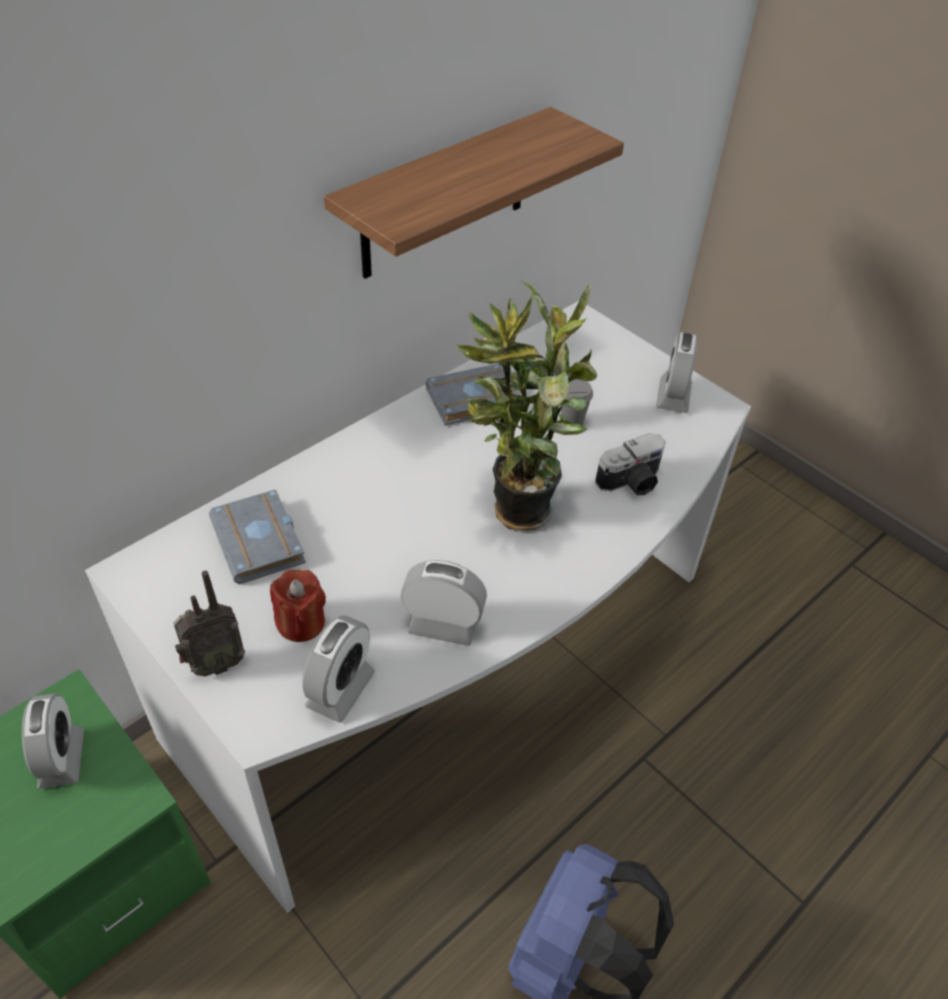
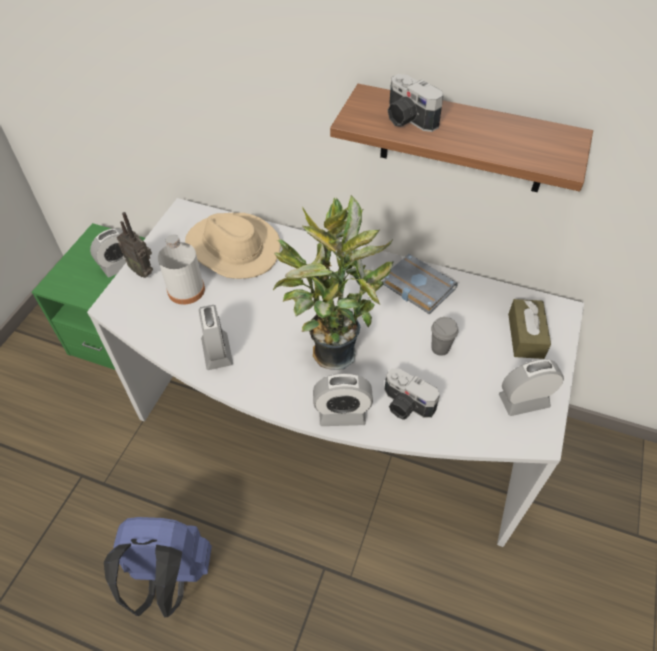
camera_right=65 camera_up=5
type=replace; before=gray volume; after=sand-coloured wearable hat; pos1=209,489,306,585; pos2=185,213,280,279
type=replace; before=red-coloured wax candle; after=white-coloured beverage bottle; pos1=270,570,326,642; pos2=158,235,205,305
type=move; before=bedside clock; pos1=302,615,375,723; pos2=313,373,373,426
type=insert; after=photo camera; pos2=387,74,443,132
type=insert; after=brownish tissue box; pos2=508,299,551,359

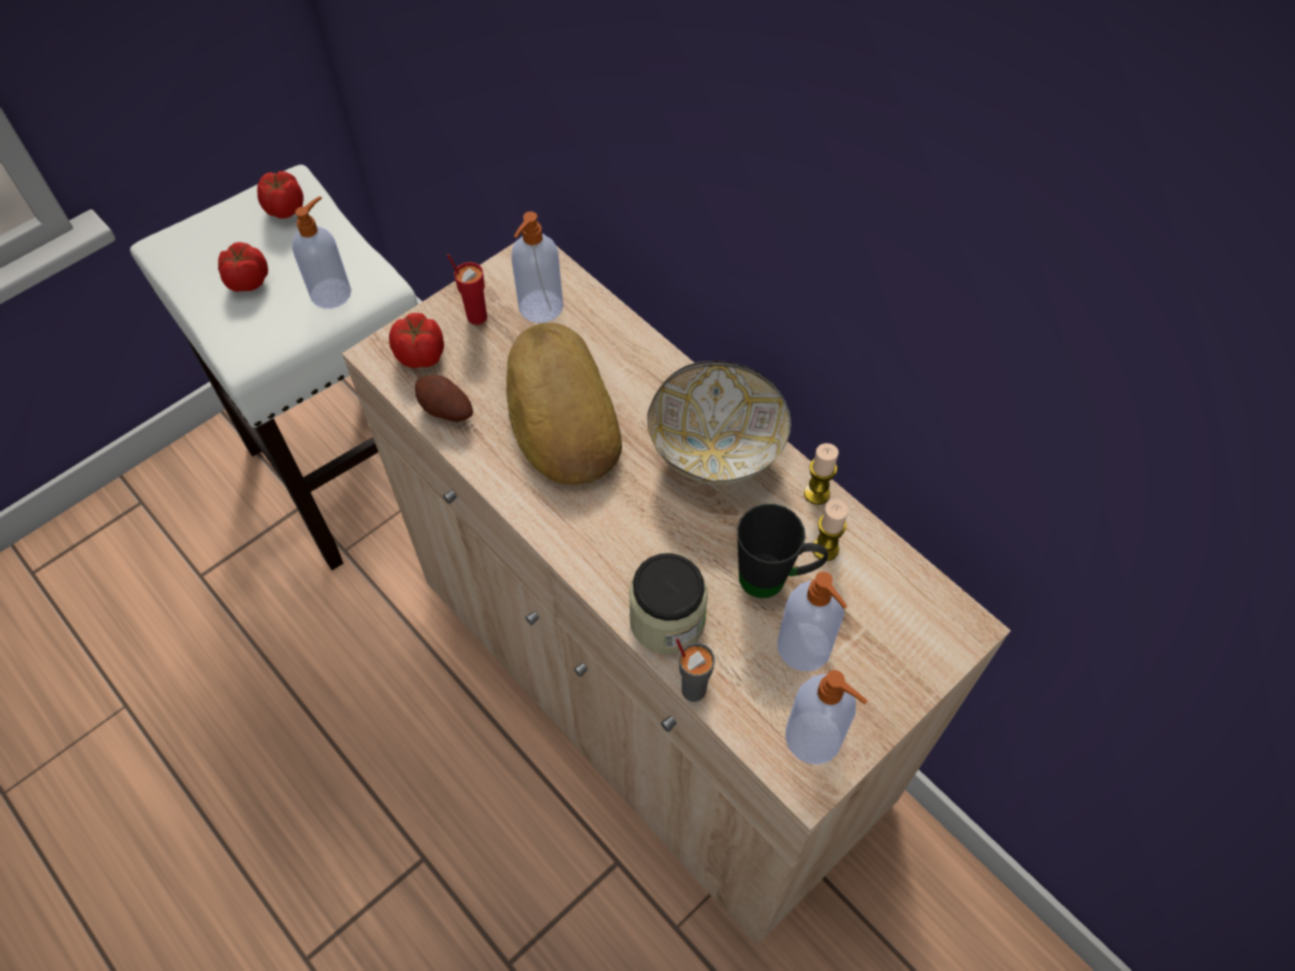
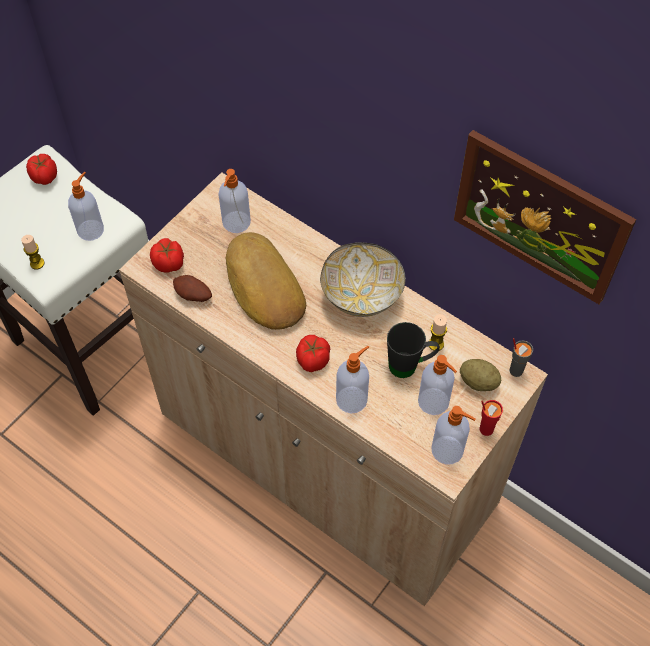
camera_right=-10 camera_up=0
type=move; before=tomato; pos1=218,242,268,292; pos2=296,335,330,372
type=move; before=red-coloured drinking cup; pos1=447,254,487,325; pos2=480,400,503,436
type=move; before=wax candle; pos1=804,443,839,505; pos2=21,235,45,269
type=replace; before=jar; after=soap bottle; pos1=629,553,708,654; pos2=336,346,369,413
type=move; before=gray drinking cup; pos1=676,638,715,702; pos2=509,338,533,377
type=insert; after=wall art; pos2=454,130,637,304
type=insert; after=potato; pos2=460,359,501,391

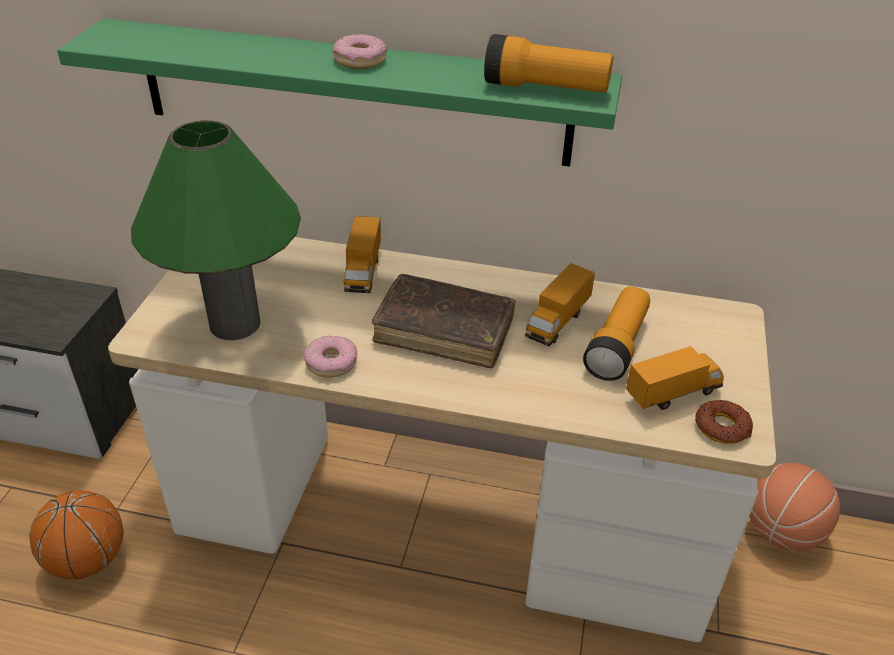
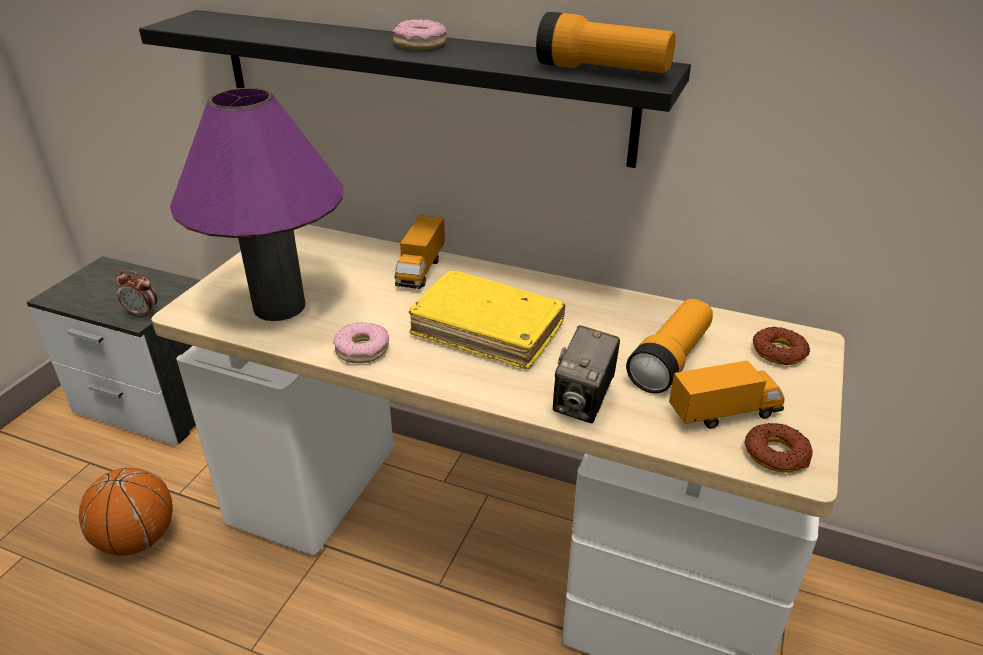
camera_right=10 camera_up=-5
type=recolor; before=greenish wall shelf; after=blackish wall shelf; pos1=57,18,622,167; pos2=139,10,691,168
type=recolor; before=greenish tabletop lamp; after=purplish tabletop lamp; pos1=131,120,301,340; pos2=170,88,344,321
type=delete; before=model truck; pos1=525,263,595,347
type=recolor; before=brownish volume; after=yellow-coloured volume; pos1=372,274,516,368; pos2=409,270,566,369
type=delete; before=ball for basketball; pos1=749,462,840,551
type=insert; after=bedside clock; pos2=116,270,157,317
type=insert; after=photo camera; pos2=553,325,620,423
type=insert; after=donut; pos2=753,326,810,365

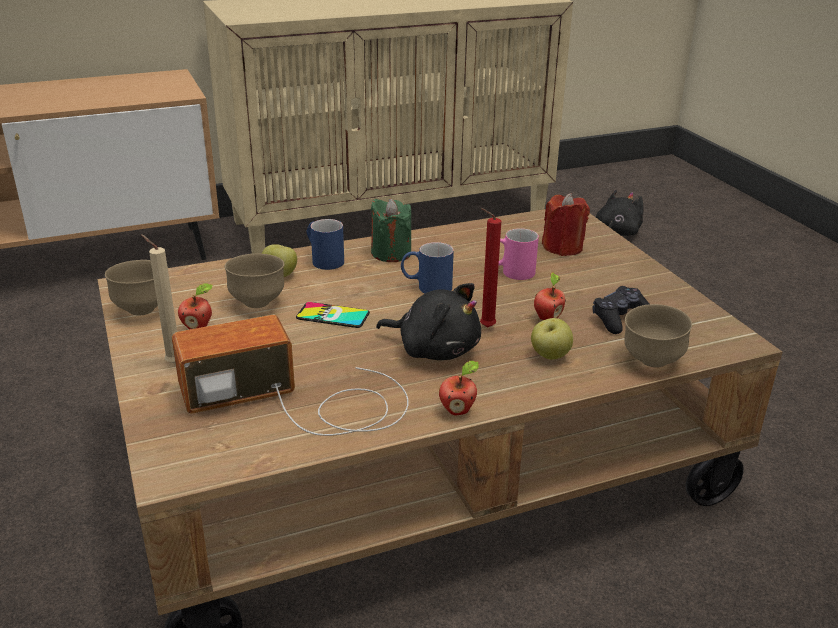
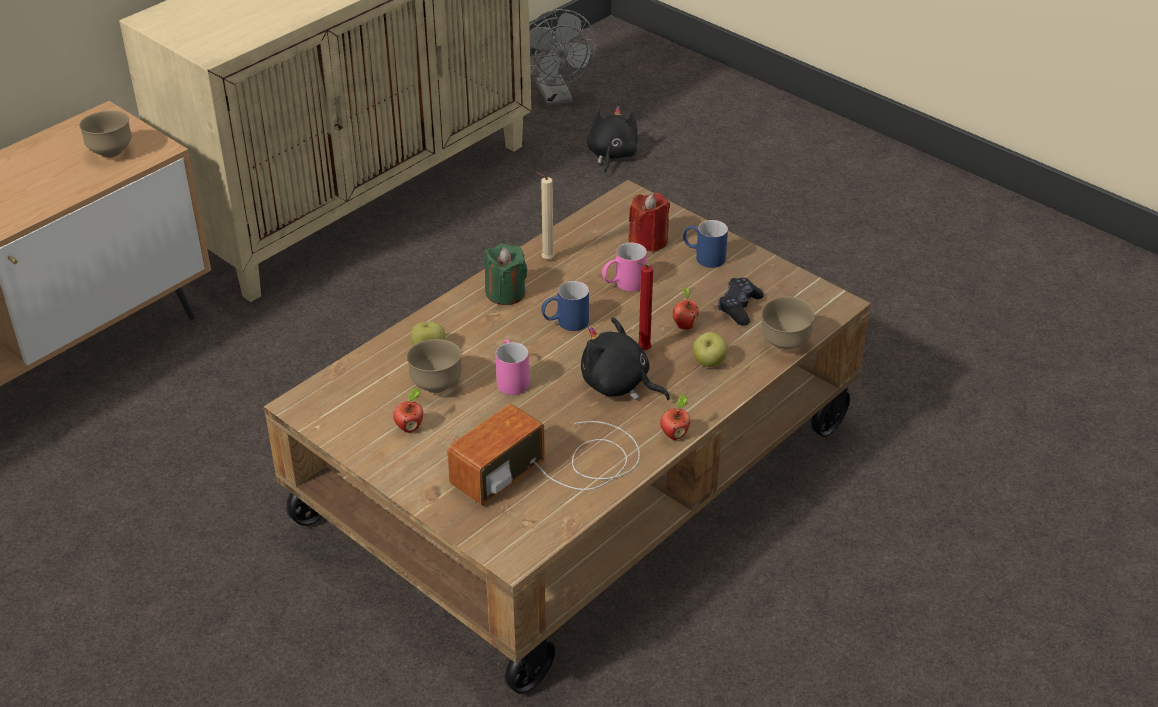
camera_right=-25 camera_up=10
type=move; before=blue coffee mug; pos1=306,219,344,270; pos2=682,220,728,268
type=move; before=sand-coloured wax candle; pos1=141,234,177,364; pos2=535,172,555,260
type=move; before=brownish bowl; pos1=105,260,158,316; pos2=79,111,132,158
type=rotate; before=blackish plush toy; pos1=376,283,481,360; pos2=581,317,670,400; turn=-150
type=replace; before=telephone; after=pinkish coffee mug; pos1=296,302,370,328; pos2=496,340,529,395
type=insert; after=gray fan; pos2=529,9,596,105

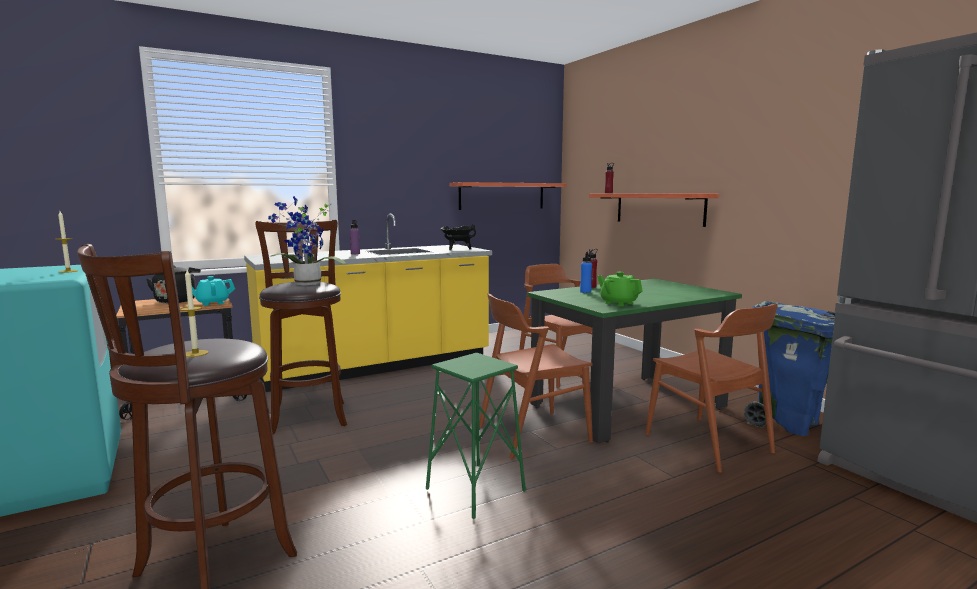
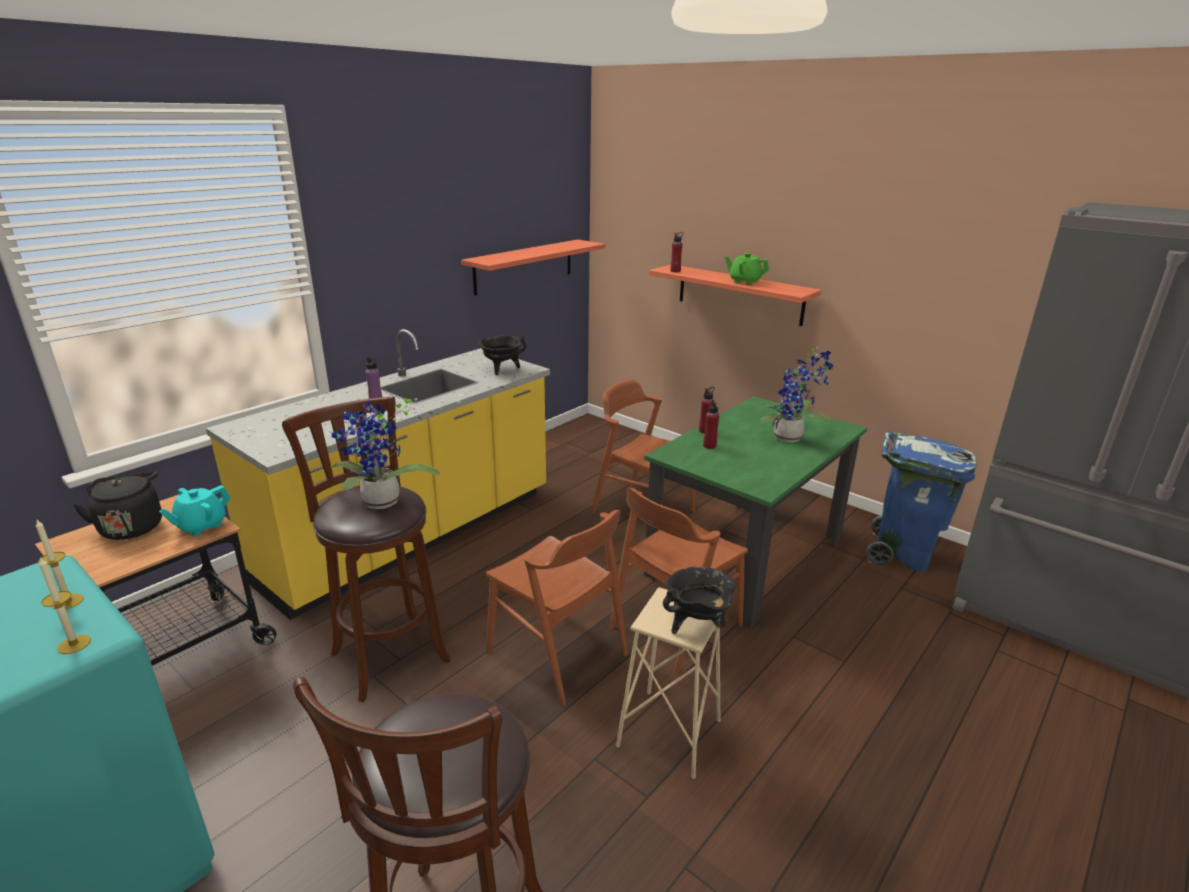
camera_right=-20 camera_up=15
type=recolor; before=blue beverage bottle; after=red-coloured beverage bottle; pos1=580,252,592,293; pos2=703,400,719,449
type=move; before=wax candle; pos1=180,270,208,357; pos2=39,557,91,654
type=move; before=greenish tea pot; pos1=597,272,643,306; pos2=725,253,769,285
type=move; before=brownish upright chair; pos1=645,304,778,472; pos2=486,510,627,706
type=recolor; before=greenish stool seat; after=sand-coloured stool seat; pos1=426,353,526,519; pos2=616,587,720,779
type=insert; after=potted plant; pos2=761,347,833,442
type=insert; after=blackish saucepot; pos2=663,567,736,634

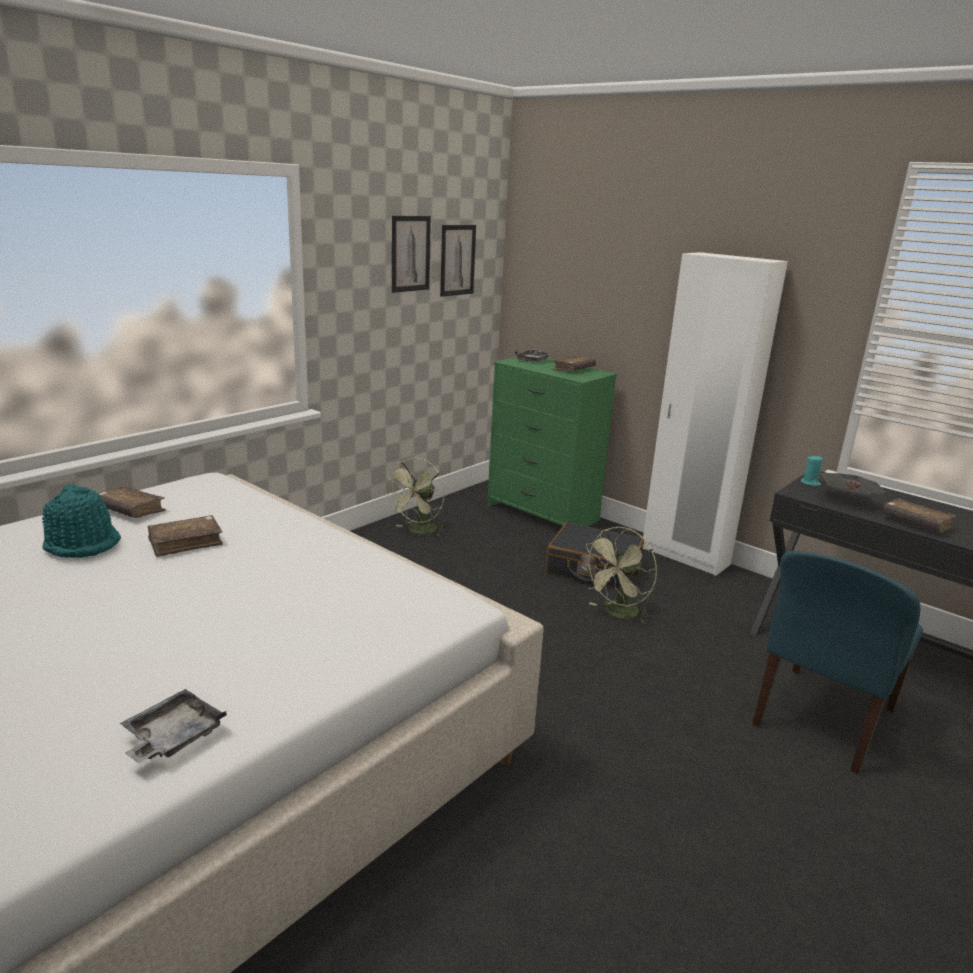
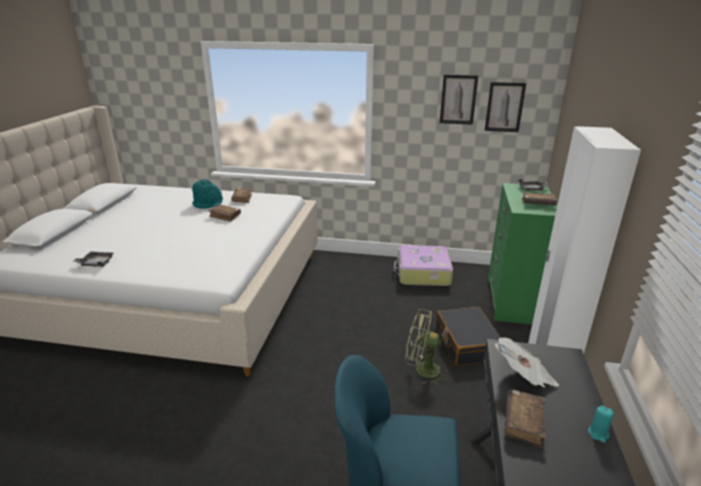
camera_right=60 camera_up=5
type=move; before=turquoise-coloured wax candle; pos1=801,455,823,486; pos2=588,406,614,443
type=replace; before=greenish fan; after=travel case; pos1=387,458,446,537; pos2=393,245,453,286

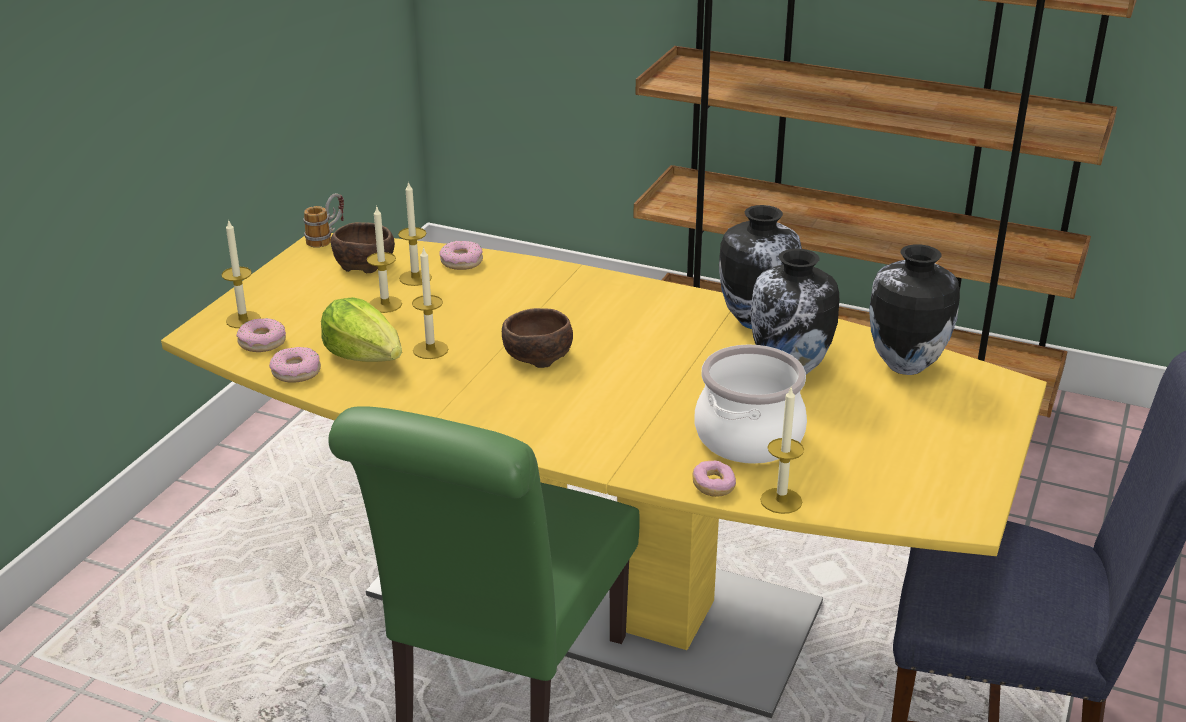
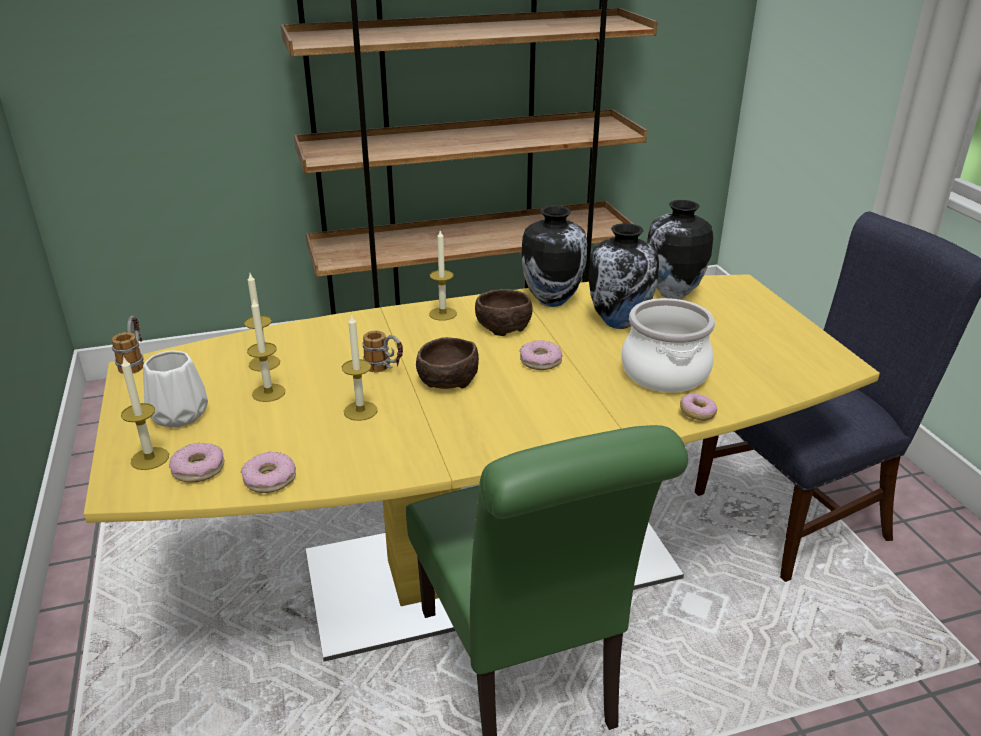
camera_right=-40 camera_up=0
type=move; before=brownish bowl; pos1=331,222,395,273; pos2=475,289,532,336
type=move; before=donut; pos1=439,241,483,270; pos2=520,340,562,370
type=delete; before=lettuce; pos1=321,297,402,362
type=move; before=wax candle; pos1=760,386,804,514; pos2=429,230,457,321
type=insert; after=coffee mug; pos2=362,331,403,372
type=insert; after=white-coloured vase; pos2=143,351,208,428

